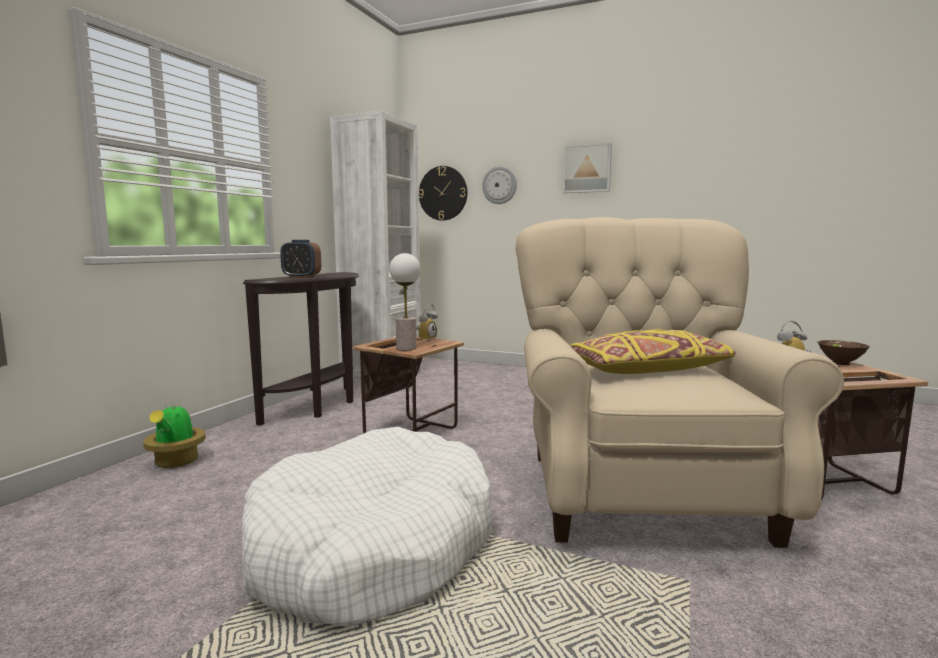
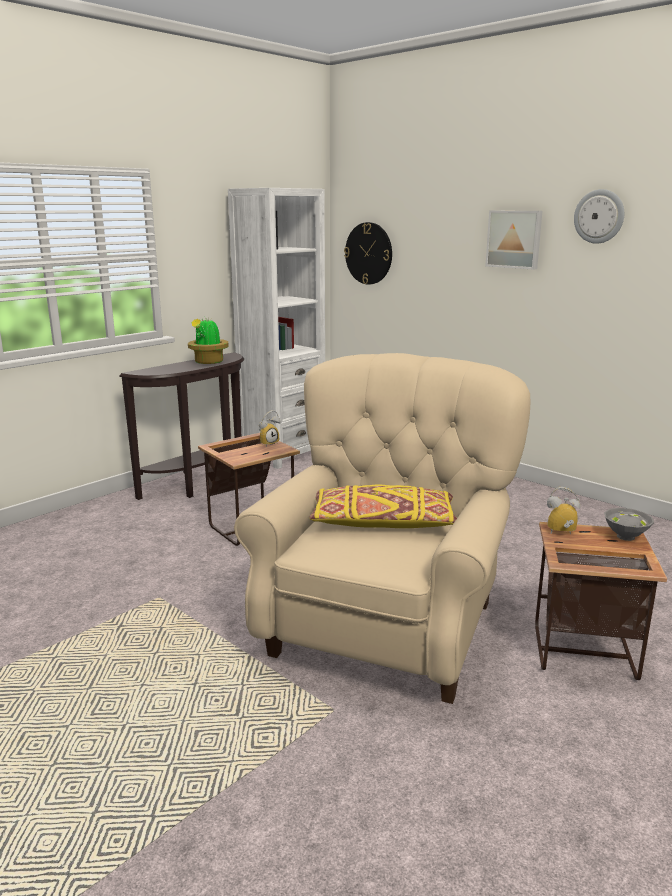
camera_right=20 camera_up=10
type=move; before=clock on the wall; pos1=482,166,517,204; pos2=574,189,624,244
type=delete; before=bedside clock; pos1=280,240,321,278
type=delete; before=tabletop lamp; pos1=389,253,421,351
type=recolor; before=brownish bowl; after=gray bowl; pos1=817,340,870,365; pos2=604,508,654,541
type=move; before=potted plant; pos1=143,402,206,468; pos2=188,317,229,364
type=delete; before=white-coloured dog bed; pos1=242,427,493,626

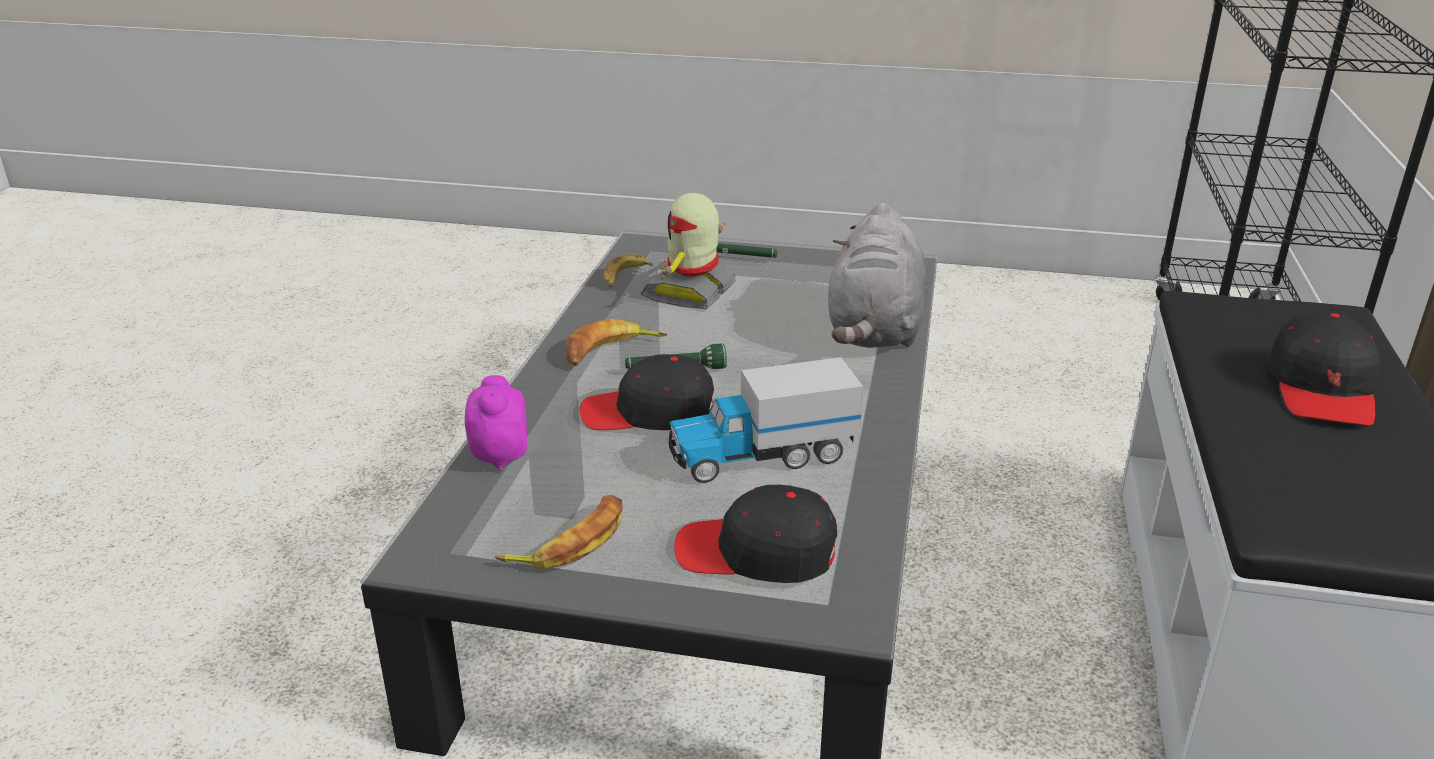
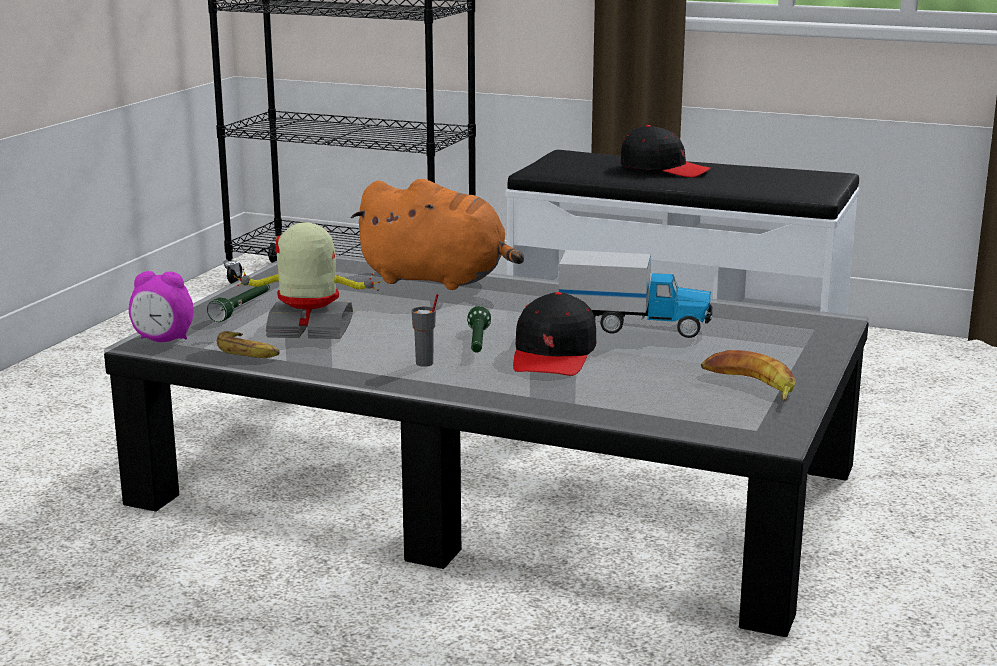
camera_right=-80 camera_up=-10
type=rotate; before=robot figure; pos1=641,193,736,309; pos2=234,222,381,339; turn=150
type=recolor; before=gray plush toy; after=orange plush toy; pos1=828,203,927,348; pos2=351,179,524,290
type=replace; before=whole banana; after=gray drinking cup; pos1=564,319,668,366; pos2=411,294,439,367
type=rotate; before=model truck; pos1=667,357,863,483; pos2=559,250,713,338; turn=-75
type=move; before=bedside clock; pos1=464,375,527,471; pos2=129,271,193,342
type=delete; before=blackish peaked cap; pos1=674,485,837,583

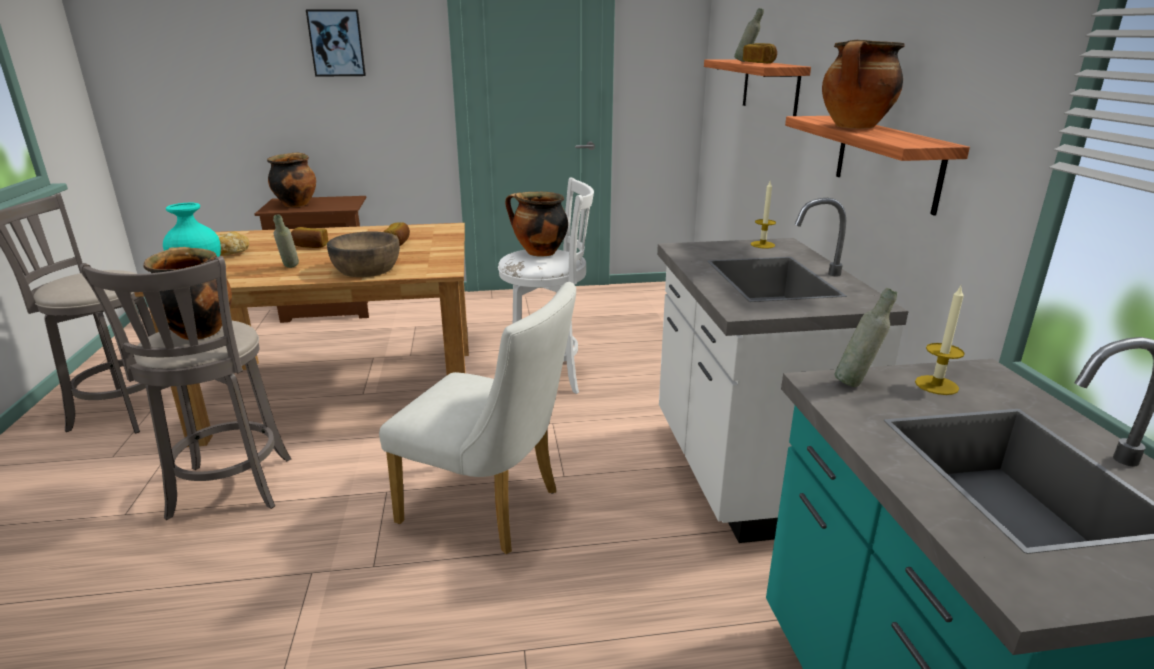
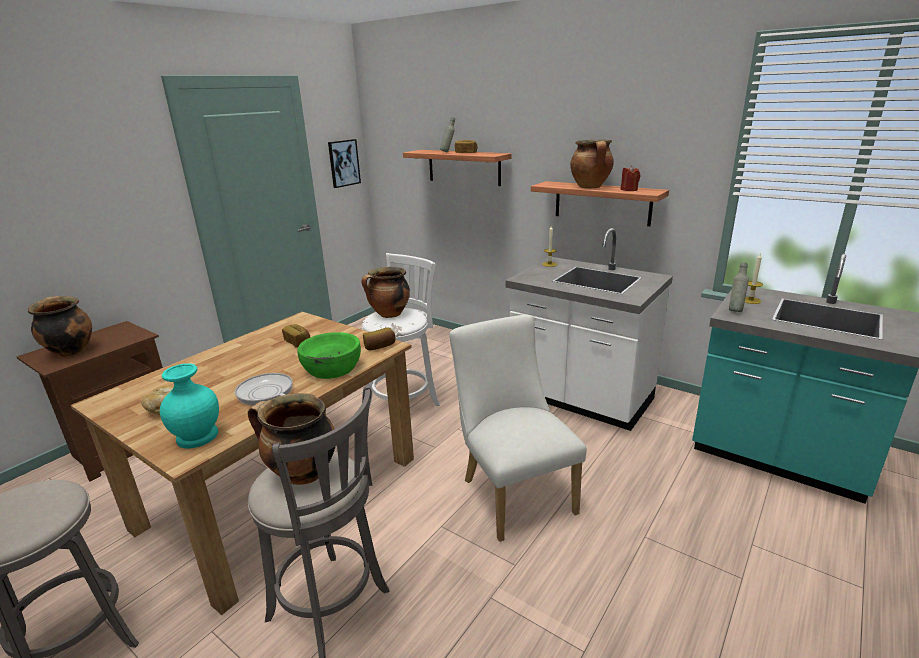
camera_right=-45 camera_up=0
type=move; before=wall art; pos1=306,9,366,77; pos2=328,139,361,188
type=replace; before=gray beverage bottle; after=pan; pos1=273,214,299,268; pos2=235,373,293,406
type=move; before=bakery bread; pos1=291,227,328,248; pos2=363,327,396,350
type=recolor; before=brownish bowl; after=greenish bowl; pos1=327,231,400,277; pos2=298,332,361,379
type=rotate; before=white-coloured upright chair; pos1=379,282,576,554; pos2=449,315,587,542; turn=-90
type=insert; after=red-coloured wax candle; pos2=621,166,640,191

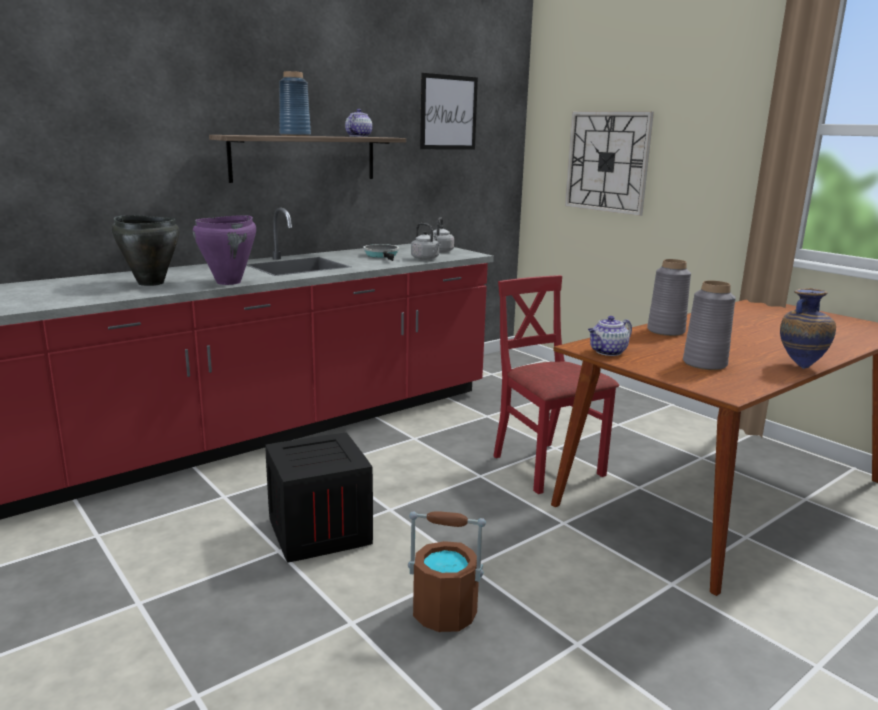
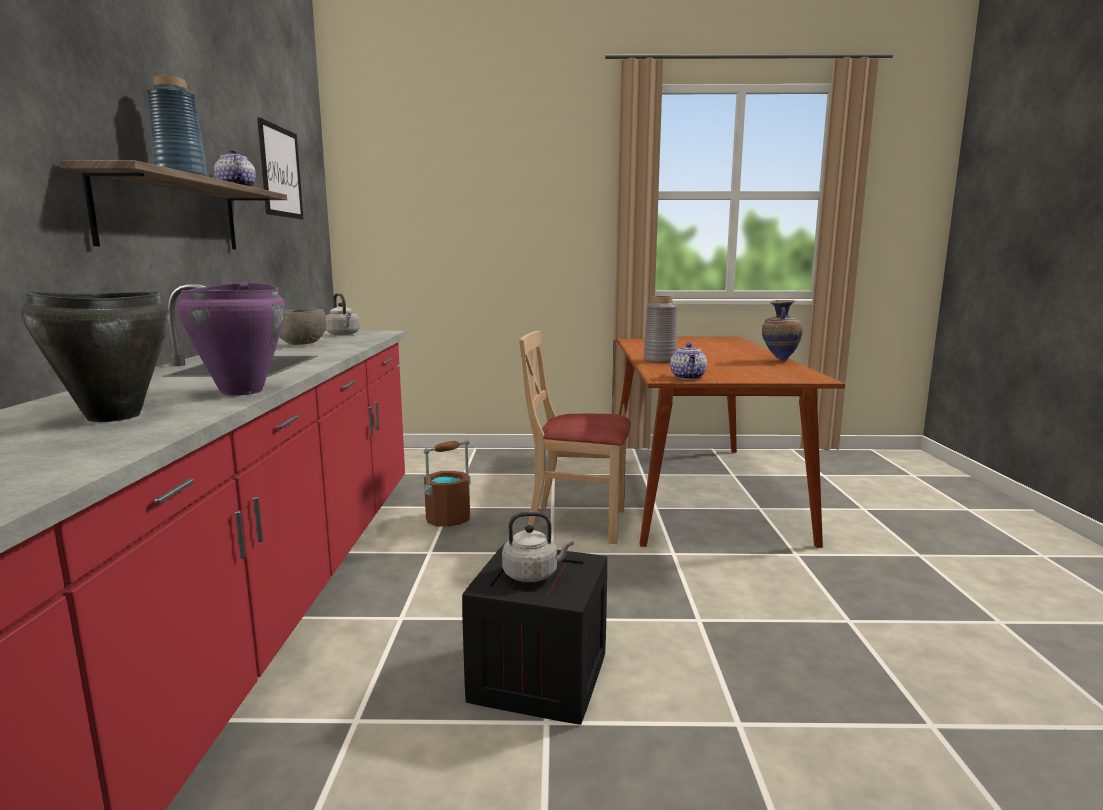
camera_right=-50 camera_up=-5
type=delete; before=clock on the wall; pos1=565,112,654,216
type=move; before=gray water kettle; pos1=411,223,441,260; pos2=502,512,574,582
type=replace; before=pan; after=gray bowl; pos1=363,244,399,261; pos2=279,309,327,345
type=recolor; before=red-coloured upright chair; after=sand-coloured upright chair; pos1=493,275,619,494; pos2=519,330,630,544
type=delete; before=gray vase; pos1=683,281,736,370
type=move; before=brownish pail; pos1=408,511,486,632; pos2=424,439,471,527

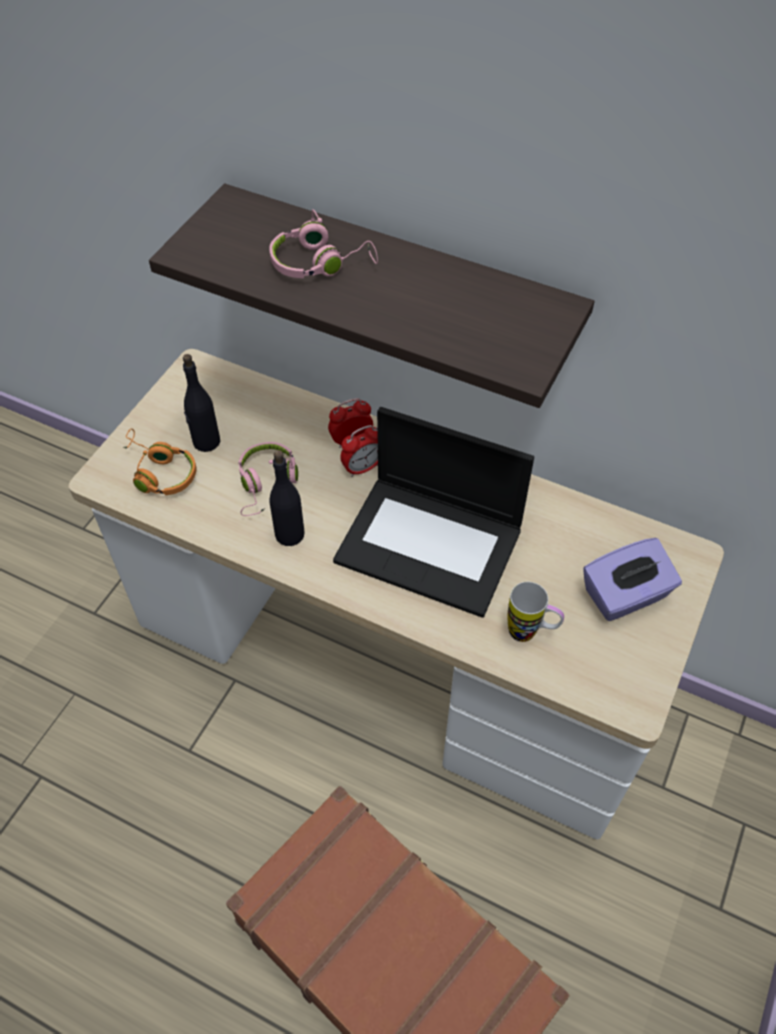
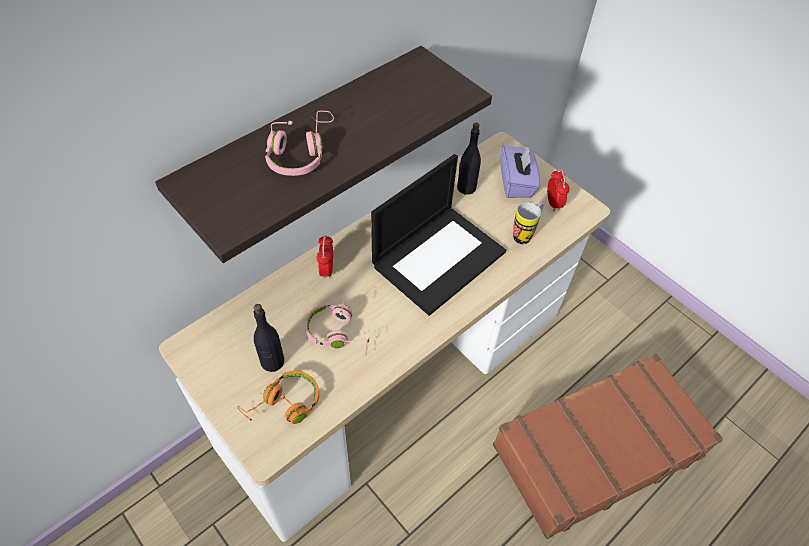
camera_right=-70 camera_up=0
type=move; before=bedside clock; pos1=340,425,378,477; pos2=547,169,569,211
type=move; before=blackish beverage bottle; pos1=270,450,305,546; pos2=457,123,481,195

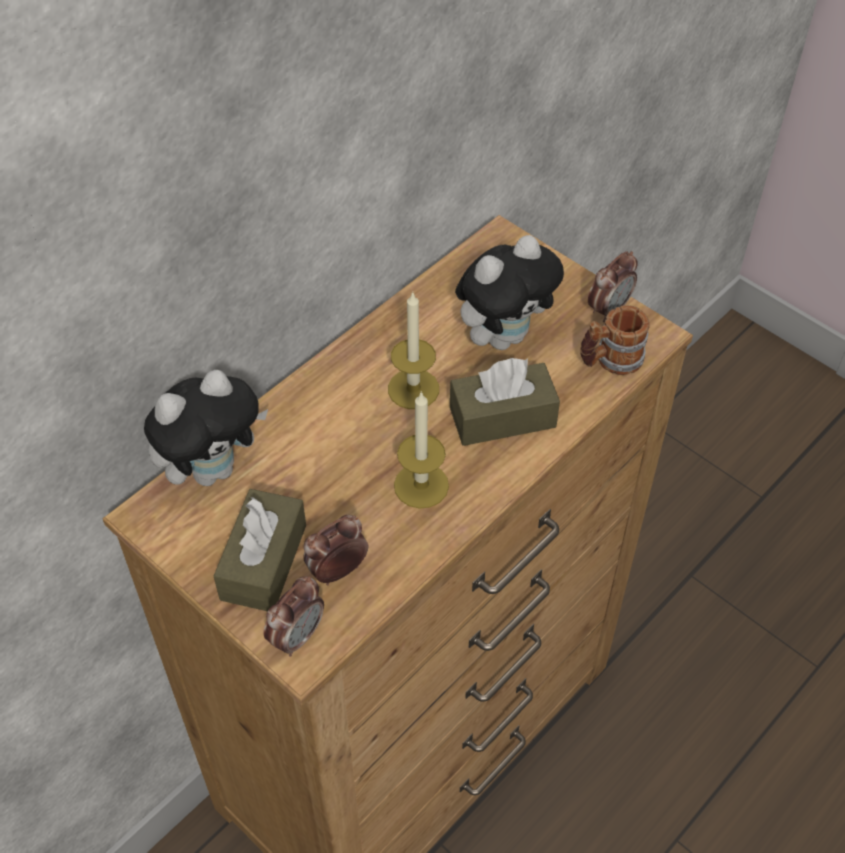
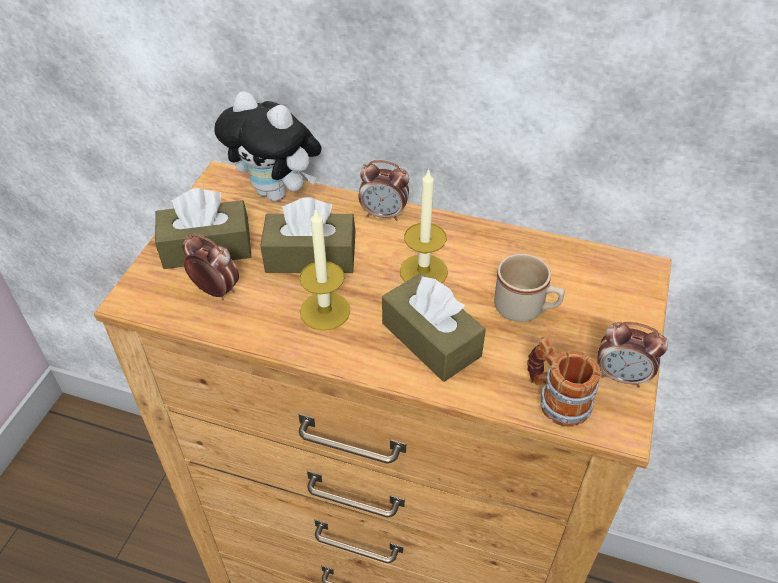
camera_right=65 camera_up=-5
type=replace; before=plush toy; after=sand-coloured coffee mug; pos1=455,235,564,350; pos2=494,254,565,322
type=move; before=bedside clock; pos1=264,576,324,657; pos2=359,160,409,221
type=insert; after=brownish tissue box; pos2=261,197,355,273

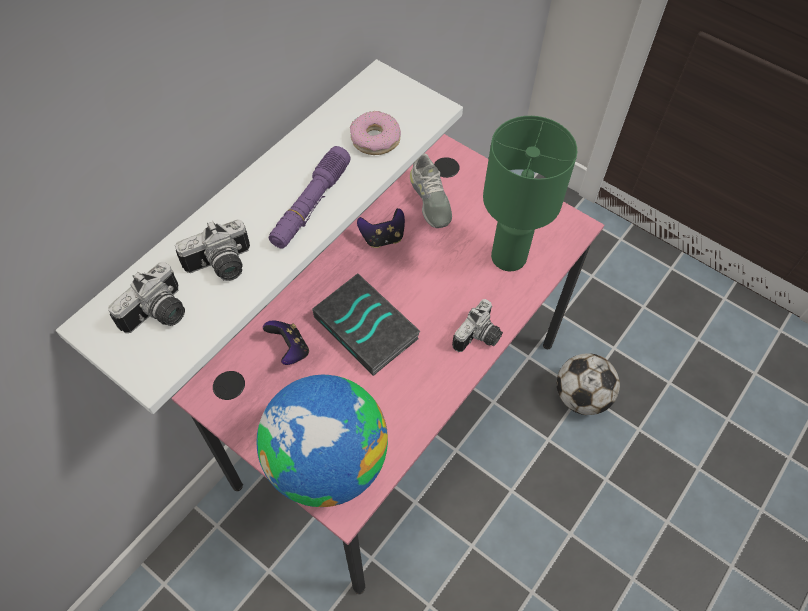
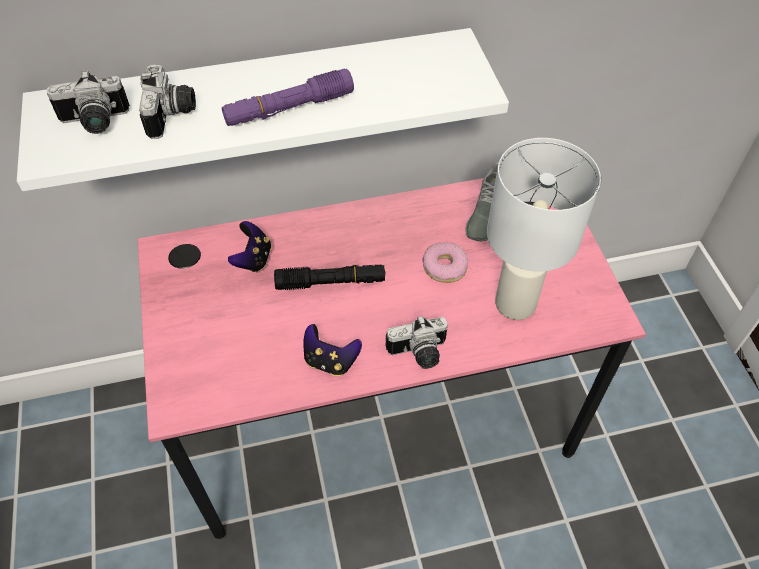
camera_right=40 camera_up=-5
type=move; before=donut; pos1=350,111,401,155; pos2=422,242,468,283
type=recolor; before=greenish tabletop lamp; after=white-coloured tabletop lamp; pos1=483,116,577,271; pos2=487,138,601,320
type=move; before=joypad; pos1=357,208,405,248; pos2=304,324,362,376
type=rotate; before=photo camera; pos1=175,219,250,281; pos2=139,65,196,139; turn=-105
type=replace; before=volume; after=blackish hand torch; pos1=312,273,421,376; pos2=274,265,385,290
type=delete; before=football; pos1=557,353,620,415
type=delete; before=world globe; pos1=257,375,388,507

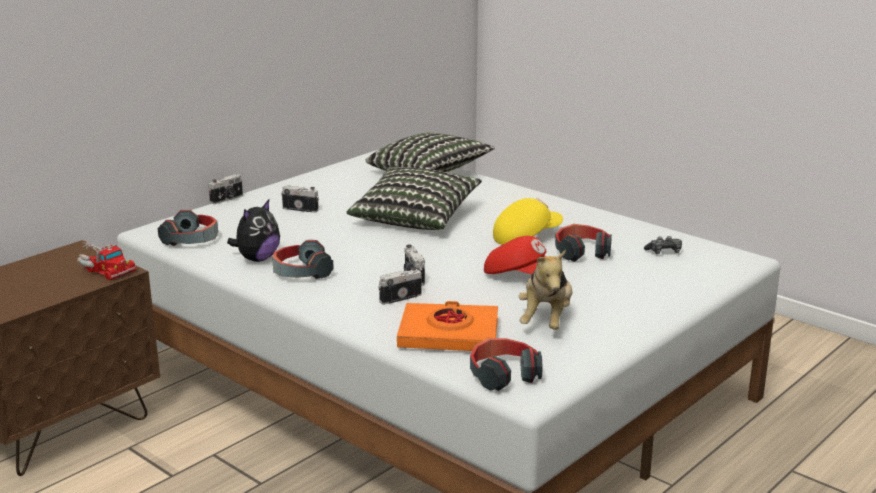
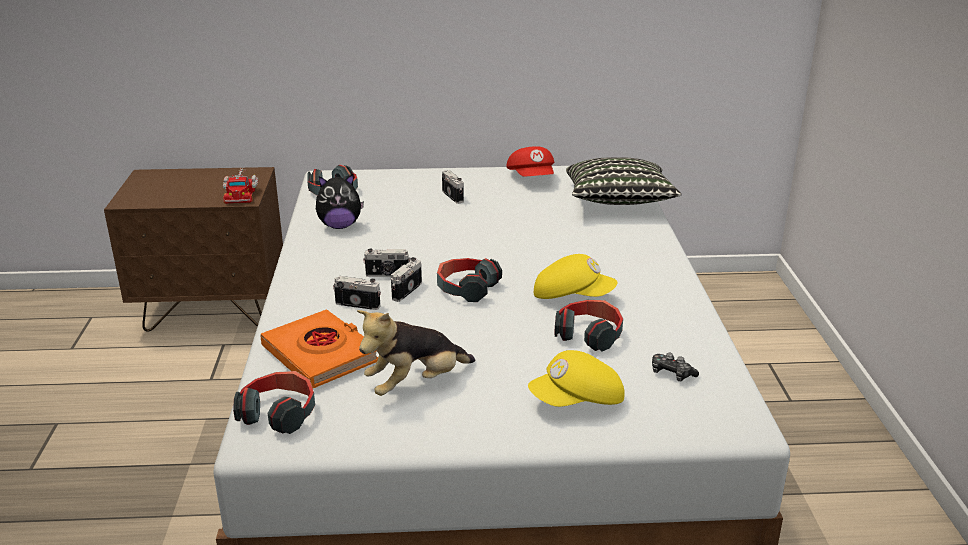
camera_right=45 camera_up=5
type=delete; before=pillow; pos1=347,167,482,230
type=move; before=photo camera; pos1=209,174,243,204; pos2=363,248,410,277
type=move; before=red-coloured peaked cap; pos1=484,236,547,274; pos2=506,146,554,177
type=move; before=pair of headphones; pos1=272,240,334,279; pos2=437,258,502,302
type=insert; after=yellow-coloured peaked cap; pos2=528,350,625,407

